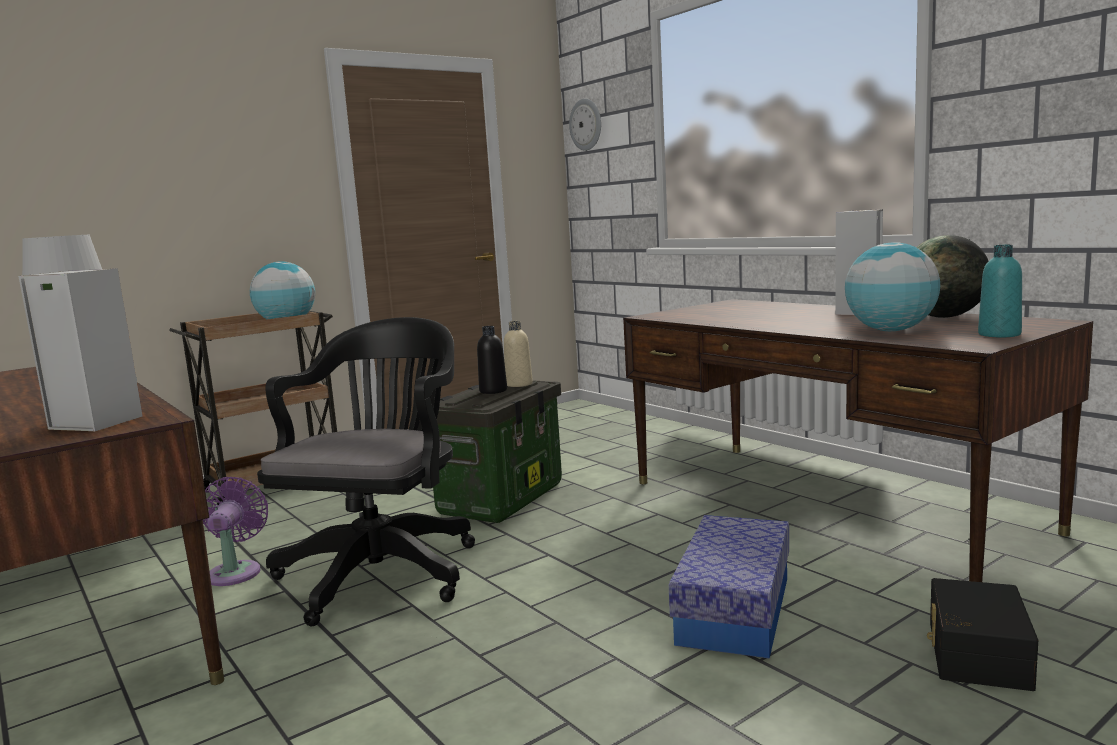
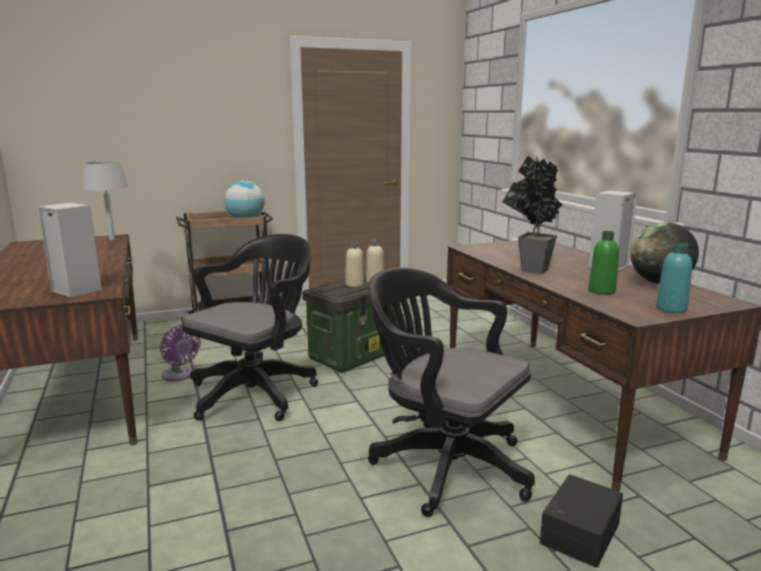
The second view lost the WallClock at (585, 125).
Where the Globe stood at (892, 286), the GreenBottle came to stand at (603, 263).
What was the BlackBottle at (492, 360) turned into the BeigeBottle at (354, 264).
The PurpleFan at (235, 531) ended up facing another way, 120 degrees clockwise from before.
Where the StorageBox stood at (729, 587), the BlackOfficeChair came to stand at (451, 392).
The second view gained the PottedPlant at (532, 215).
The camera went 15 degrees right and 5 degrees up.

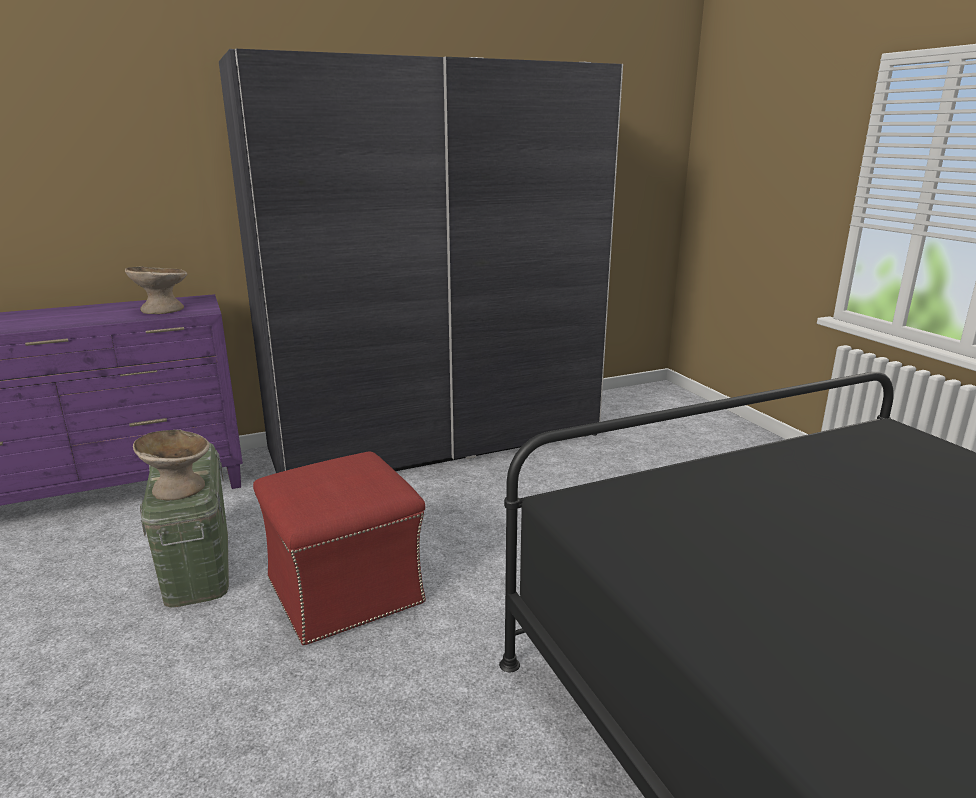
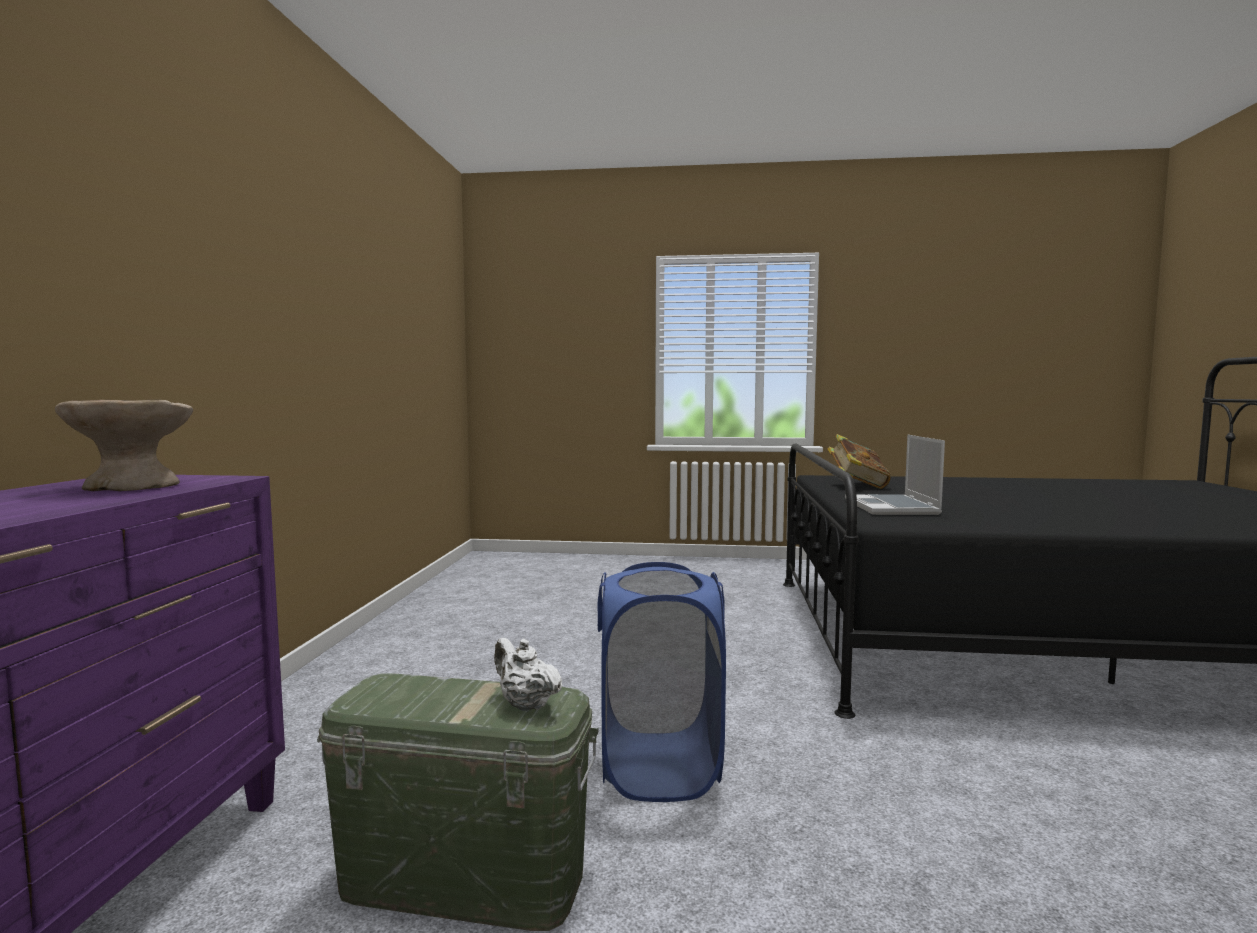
The second view lost the GreyWardrobe at (421, 260).
Where the BeigeBowl stood at (171, 465), the WhiteTeapot came to stand at (528, 674).
Where the RedOttoman stood at (339, 548), the BlueLaundryBasket came to stand at (662, 682).
The second view gained the Book at (859, 461).
The second view gained the Laptop at (895, 475).
The camera went 60 degrees left and 15 degrees down.

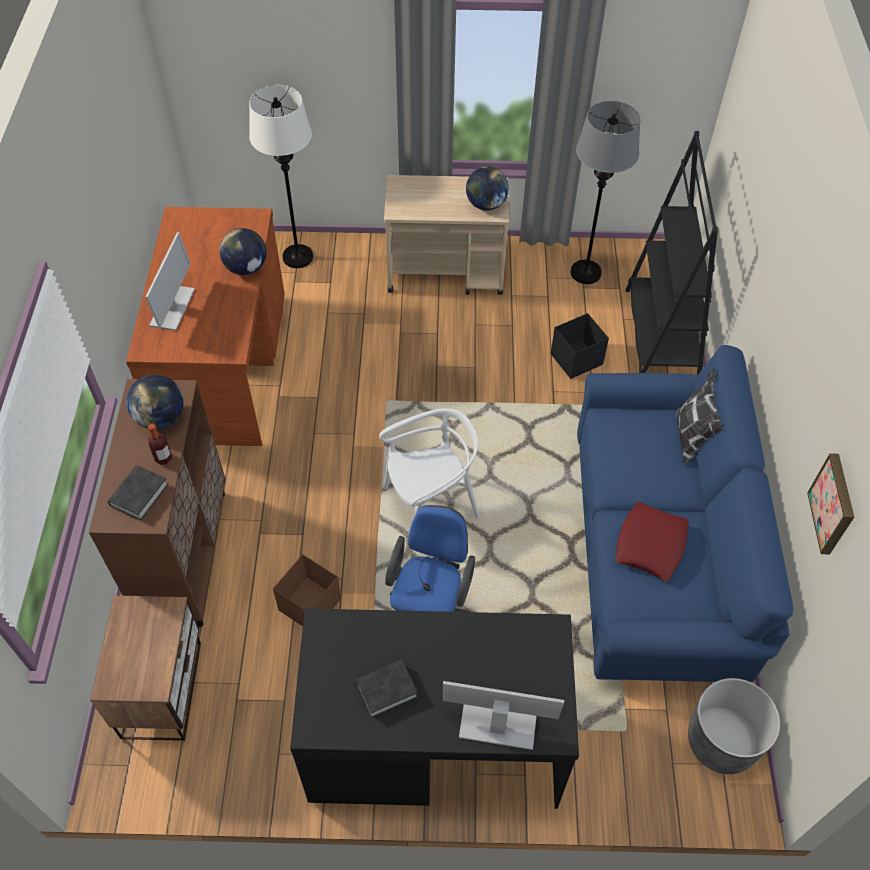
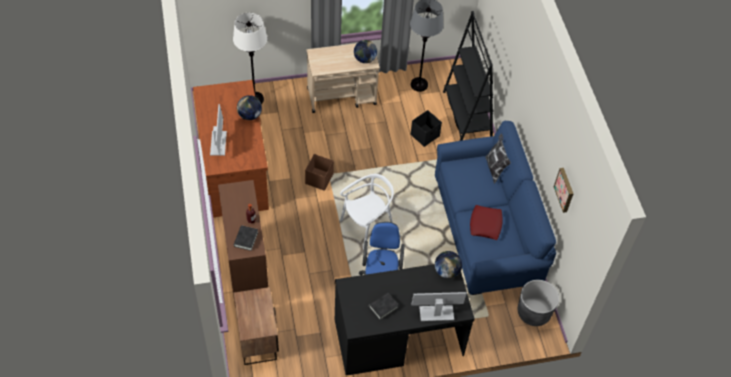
The Globe ended up elsewhere, having gone from (155, 401) to (448, 265).
The BrownStorageBox ended up elsewhere, having gone from (307, 590) to (319, 172).
The camera went 15 degrees left and 0 degrees up.

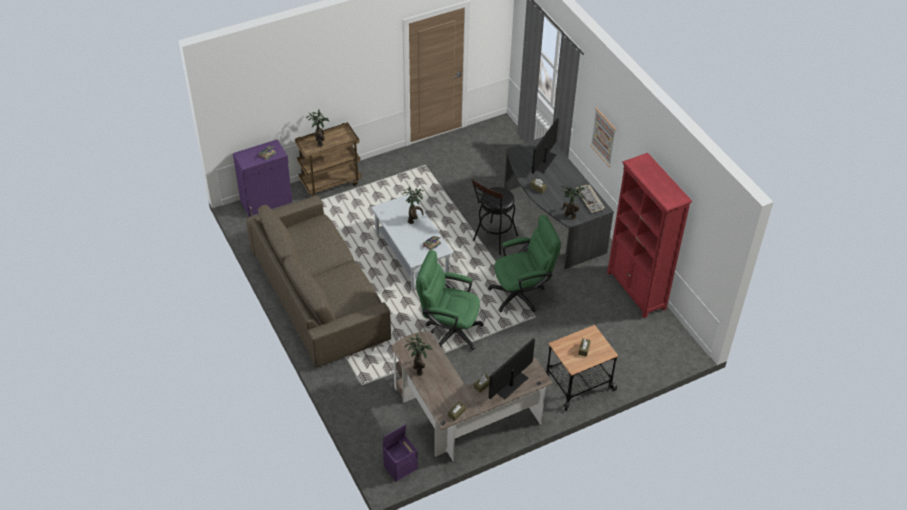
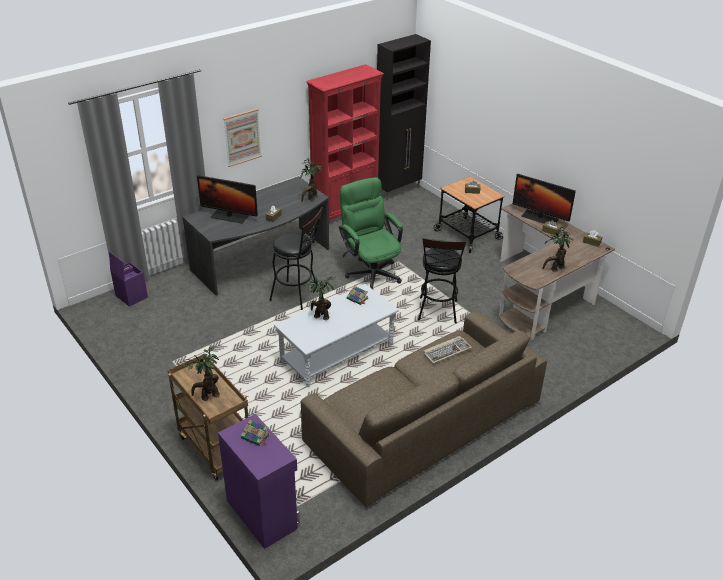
The Keyboard ended up elsewhere, having gone from (590, 198) to (447, 350).
Where the GreenOfficeChair stood at (450, 300), the BlackStool came to stand at (442, 280).
The PurpleStorageBox ended up elsewhere, having gone from (400, 453) to (128, 279).
The second view gained the BlackCabinet at (404, 117).
The camera went 100 degrees left and 10 degrees down.

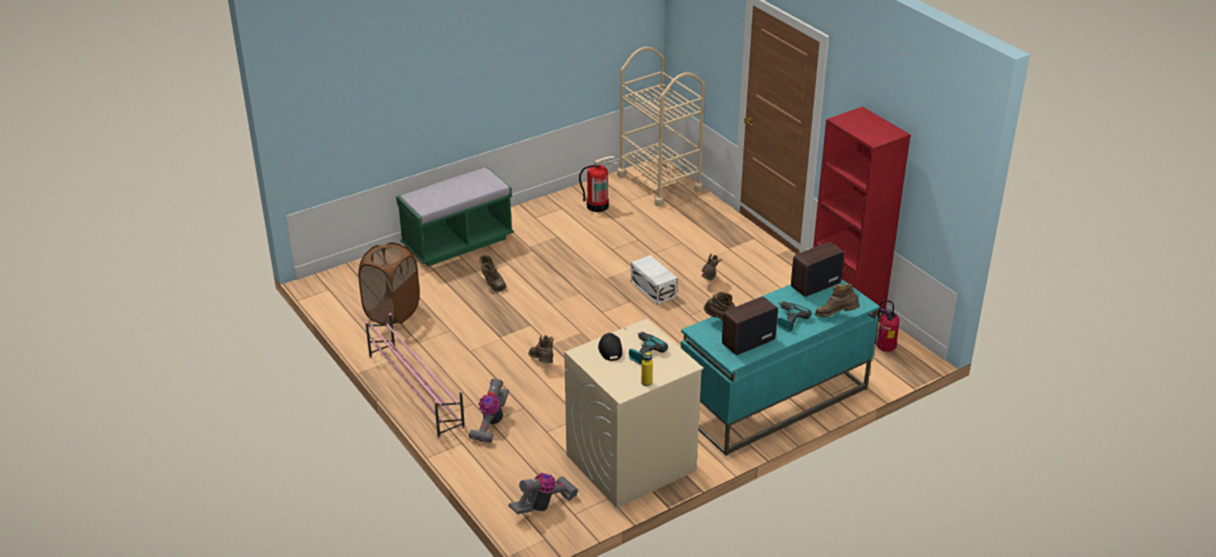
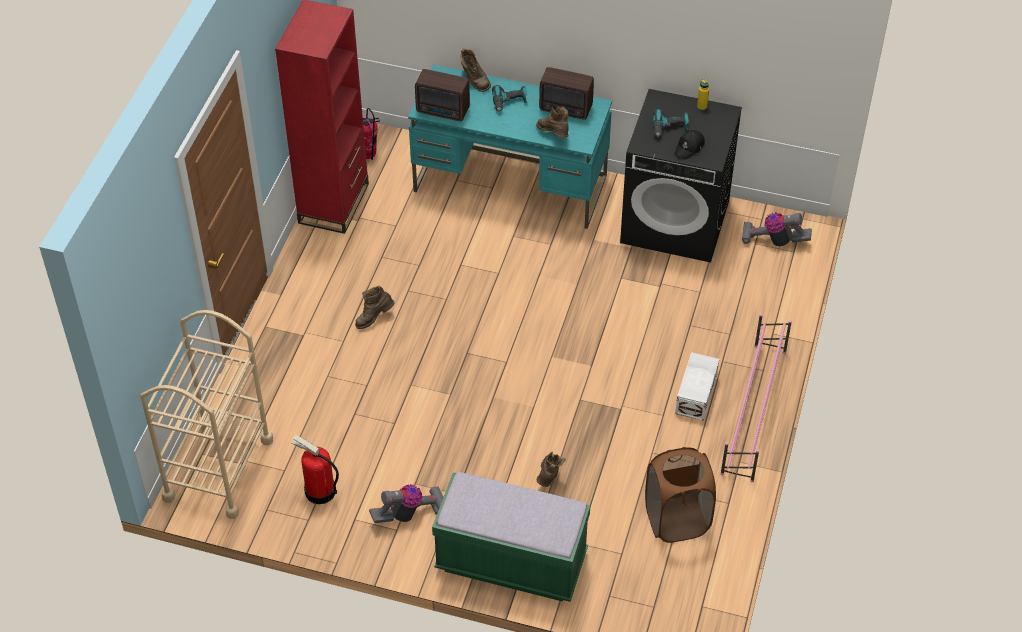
The WhiteStorageBox ended up elsewhere, having gone from (654, 280) to (697, 386).
What was the BeigeWashingMachine at (634, 413) turned into the BlackWashingMachine at (681, 176).
The second view lost the BrownBoot at (541, 349).
The VacuumCleaner ended up elsewhere, having gone from (488, 411) to (406, 503).
The camera went 130 degrees left and 15 degrees up.

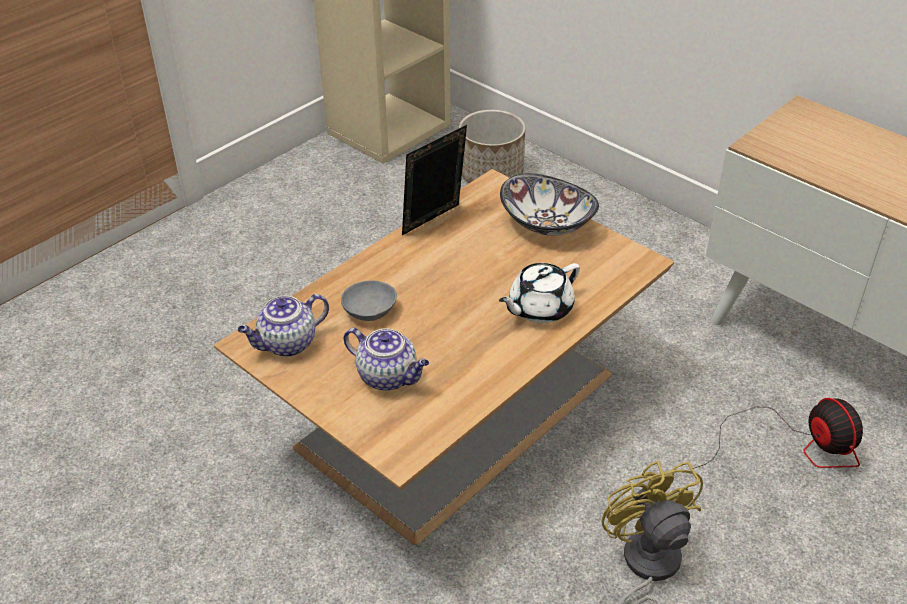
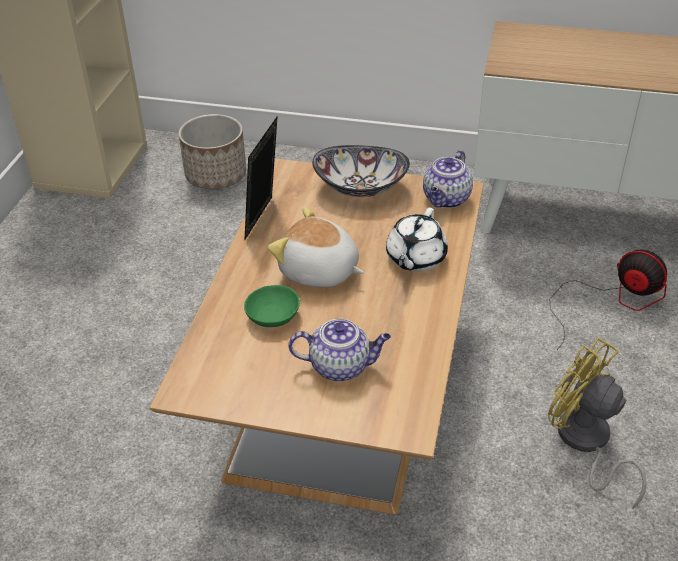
What was the GreyBowl at (369, 300) turned into the GreenBowl at (272, 306).
The Teapot ended up elsewhere, having gone from (283, 325) to (448, 179).
The second view gained the PlushToy at (316, 247).
The camera went 30 degrees left and 0 degrees up.

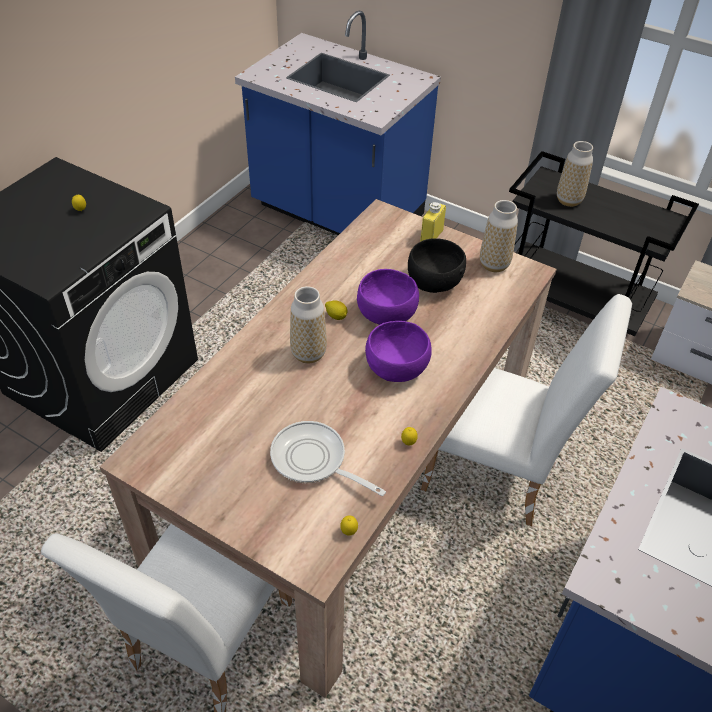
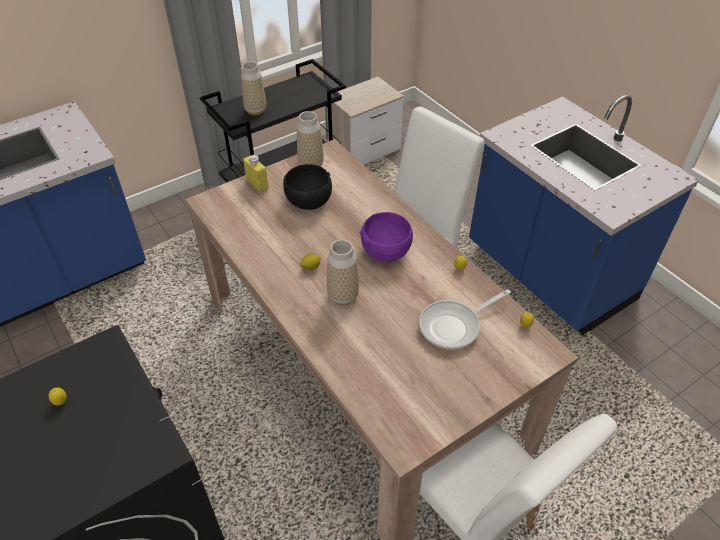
The second view lost the PurpleBowl at (388, 297).
The camera went 65 degrees left and 0 degrees up.

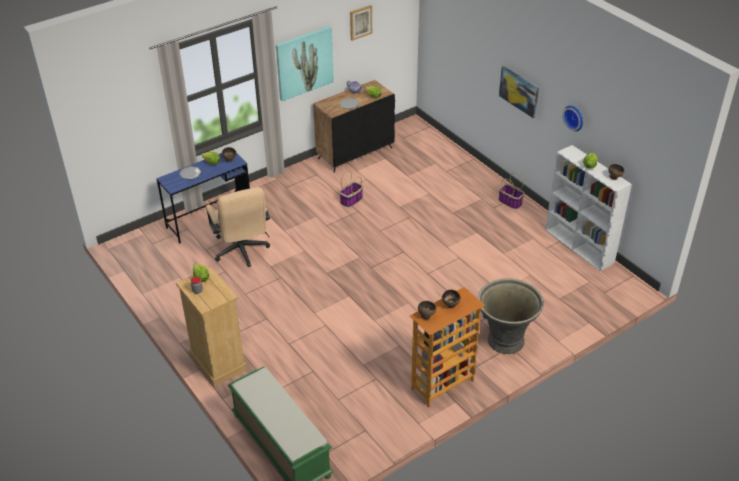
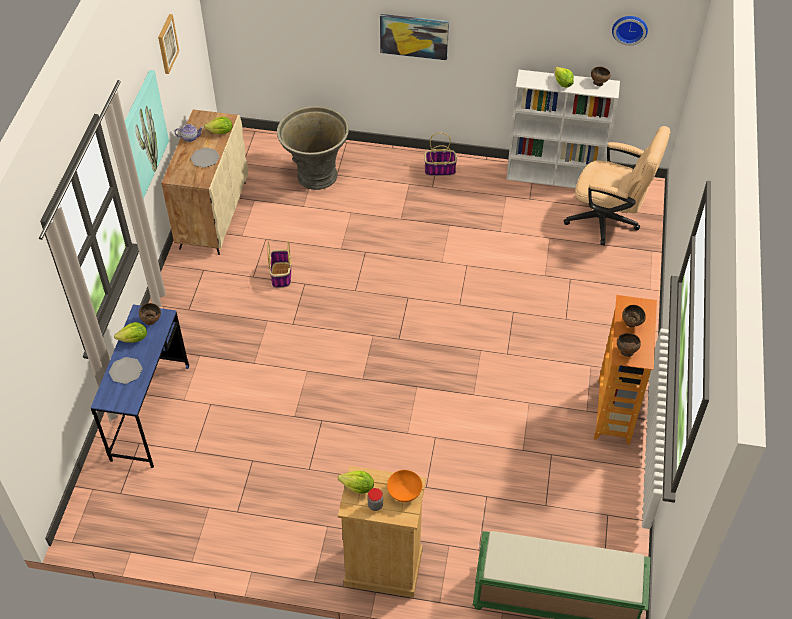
What was the BlackCabinet at (354, 126) turned into the BeigeCabinet at (204, 182).
The WallClock ended up elsewhere, having gone from (573, 118) to (630, 31).
The BeigeOfficeChair ended up elsewhere, having gone from (238, 227) to (617, 185).
The GreyPlanter ended up elsewhere, having gone from (511, 316) to (313, 148).
The second view gained the OrangeBowl at (404, 486).
The camera went 45 degrees left and 10 degrees up.

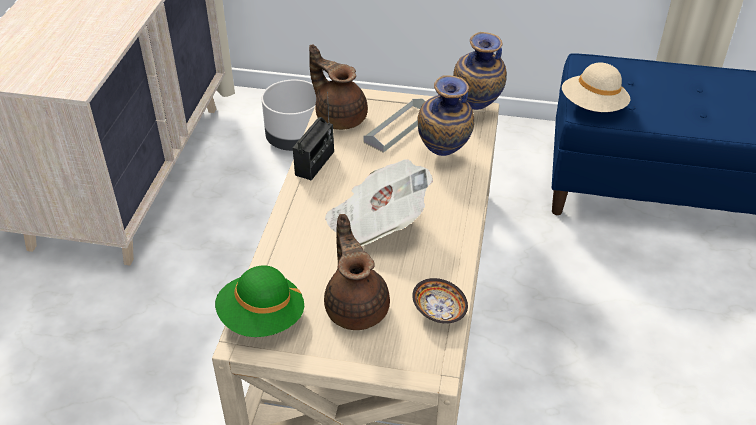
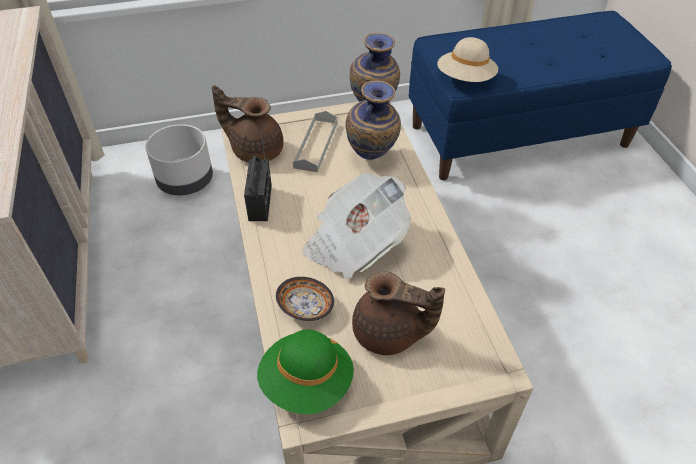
The BrownTeapot at (357, 272) ended up facing another way, 150 degrees clockwise from before.
The Bowl ended up elsewhere, having gone from (440, 300) to (305, 299).
The camera went 25 degrees left and 5 degrees up.

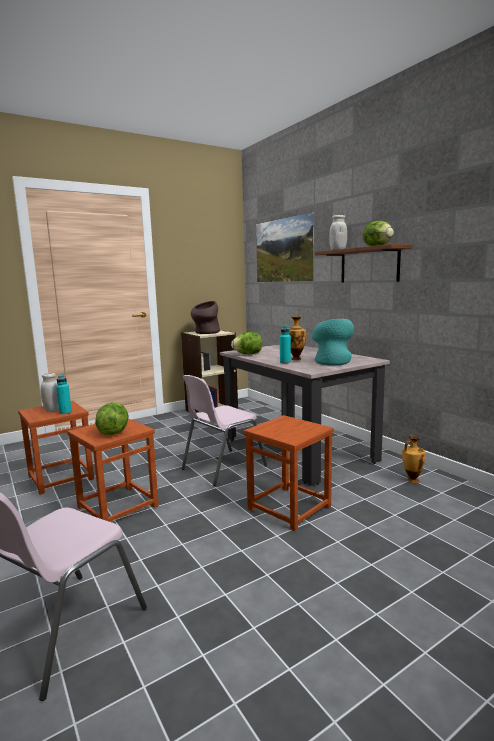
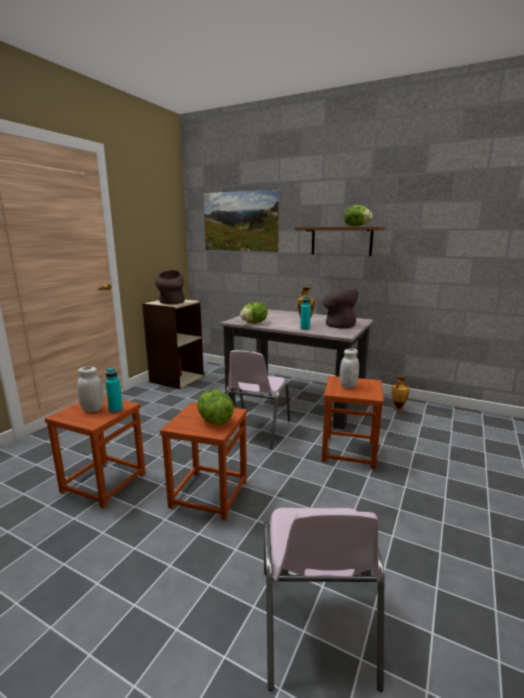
The WhiteJar ended up elsewhere, having gone from (338, 232) to (349, 368).
What was the TurquoiseVase at (332, 342) turned into the BrownVase at (340, 308).
The camera went 30 degrees left and 5 degrees up.

